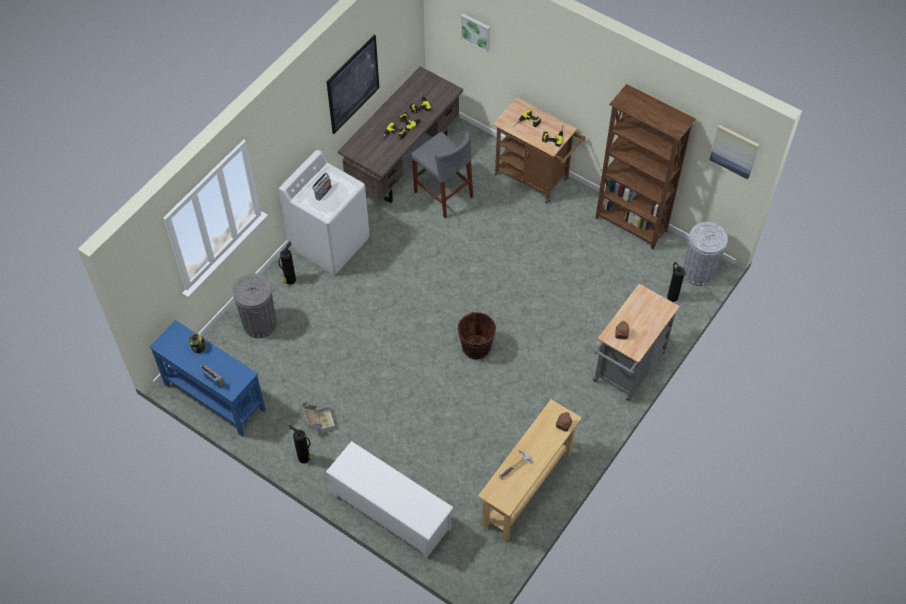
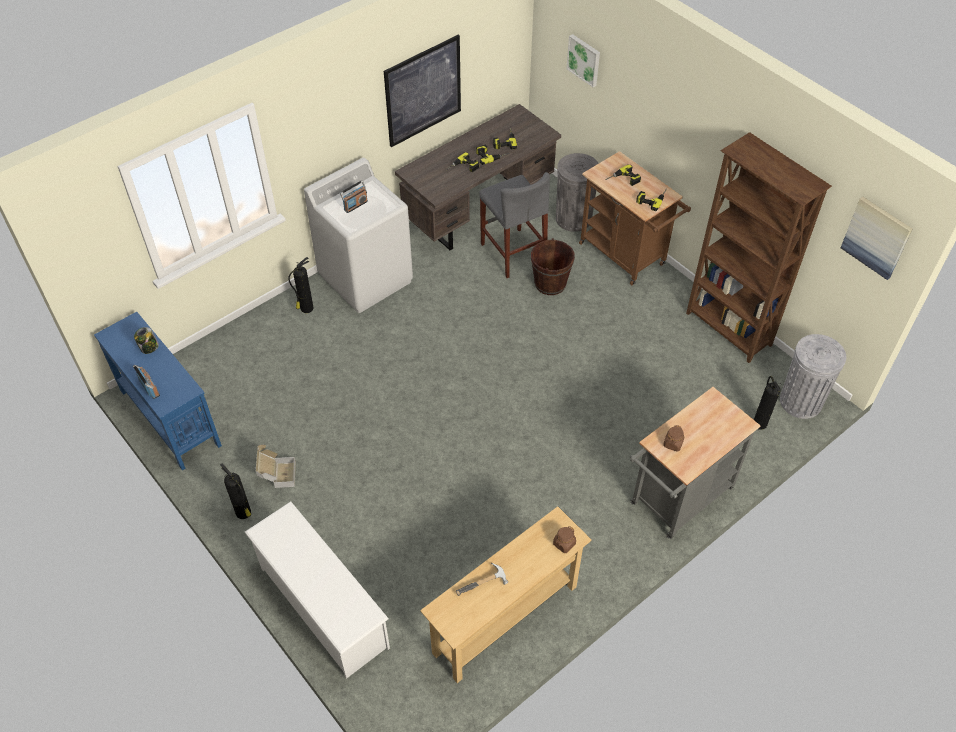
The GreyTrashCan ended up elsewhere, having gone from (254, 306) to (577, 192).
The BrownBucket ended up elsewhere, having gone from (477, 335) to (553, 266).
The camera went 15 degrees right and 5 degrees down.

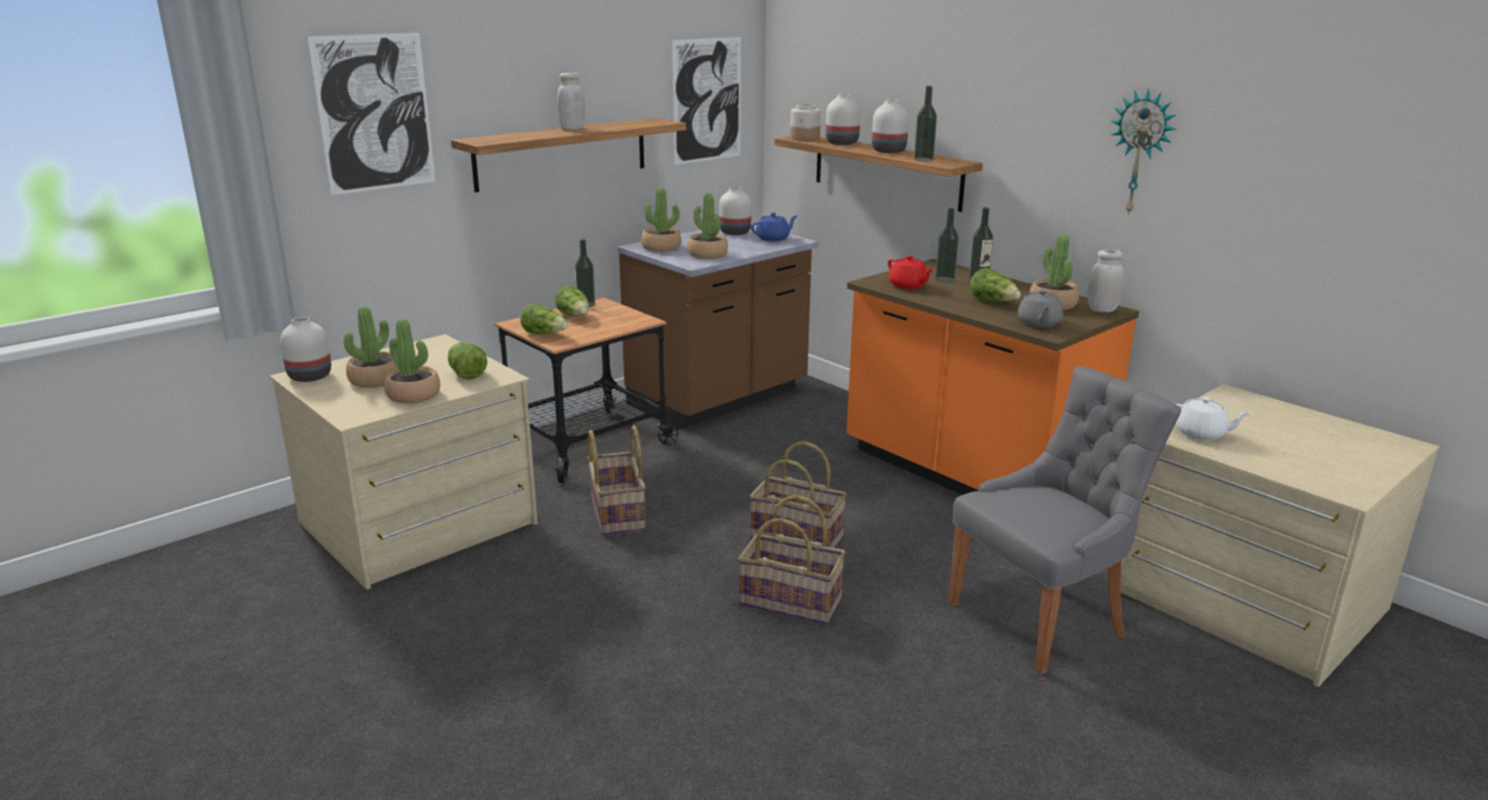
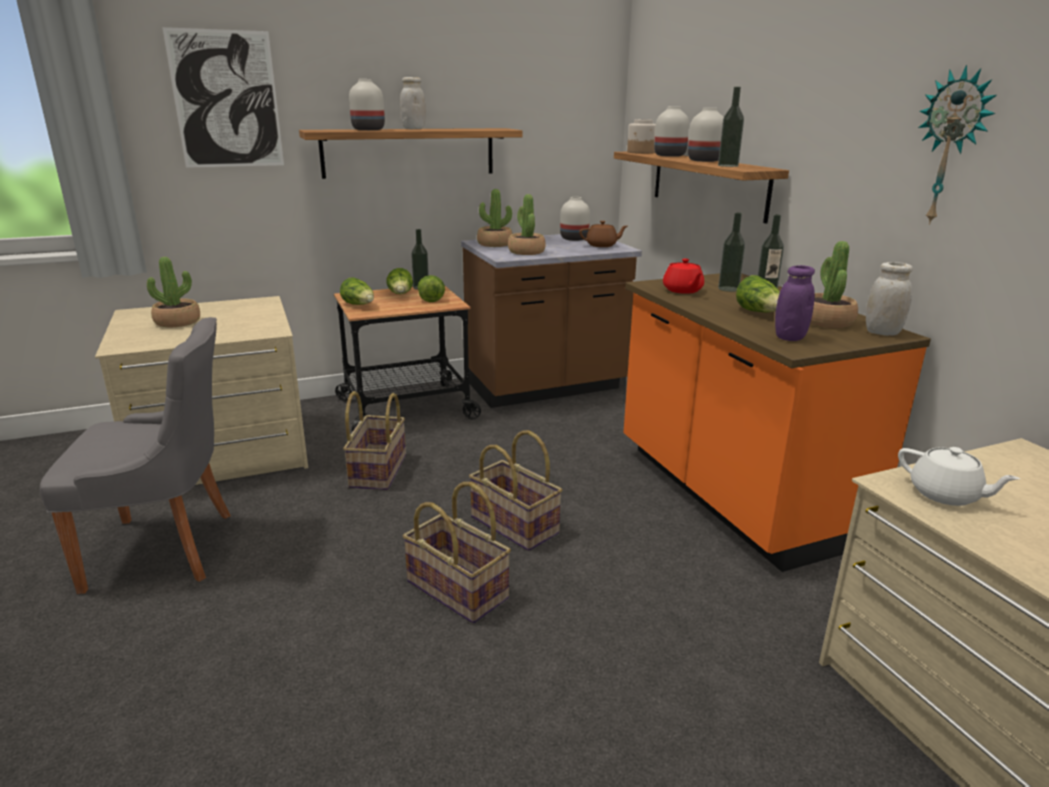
The second view lost the Picture at (706, 101).
What was the BlueTeapot at (774, 227) turned into the BrownTeapot at (603, 234).
Where the GreyTeapot stood at (1040, 308), the PurpleJar came to stand at (795, 303).
The WhiteVase ended up elsewhere, having gone from (305, 349) to (367, 104).
The second view lost the PottedPlant at (412, 361).
The Lettuce ended up elsewhere, having gone from (467, 361) to (431, 288).
The GreyChair ended up elsewhere, having gone from (1065, 520) to (135, 455).
The camera went 20 degrees right and 0 degrees up.

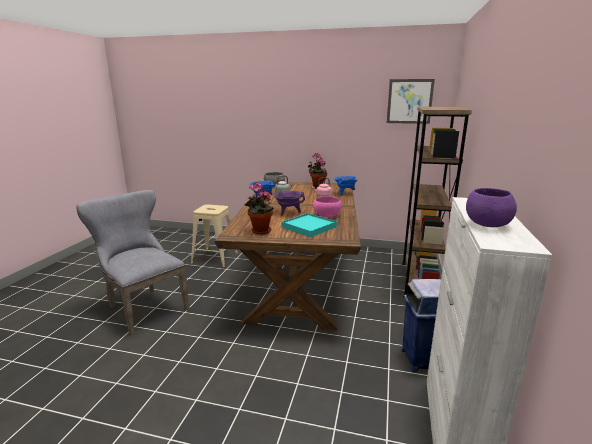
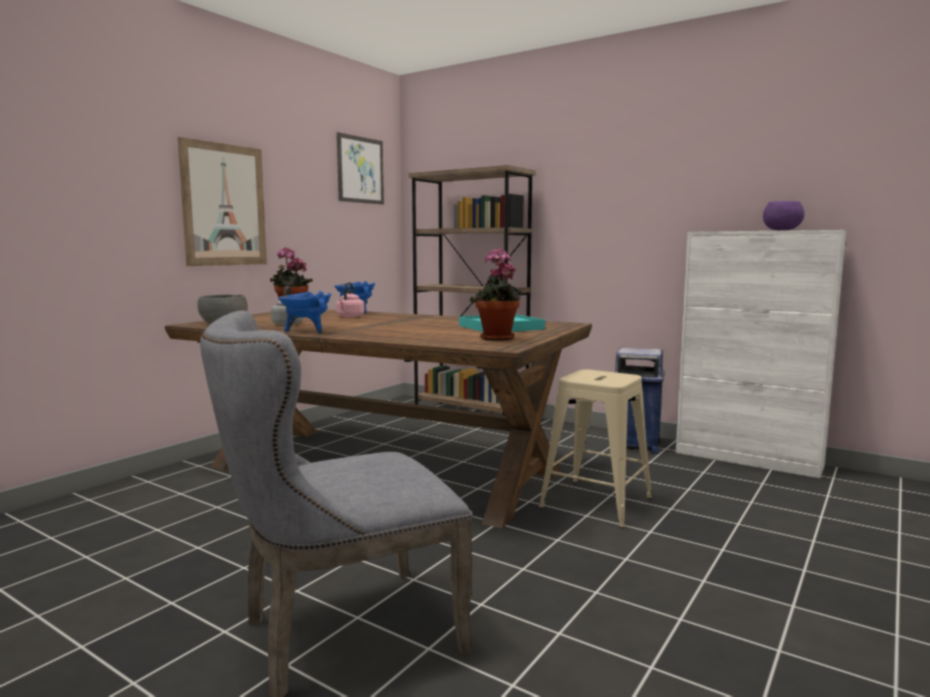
The second view lost the PurpleCookingPot at (289, 203).
The second view lost the PinkBowl at (327, 206).
The BeigeStool ended up elsewhere, having gone from (214, 236) to (595, 448).
The second view gained the Picture at (222, 201).
The camera went 70 degrees left and 10 degrees down.

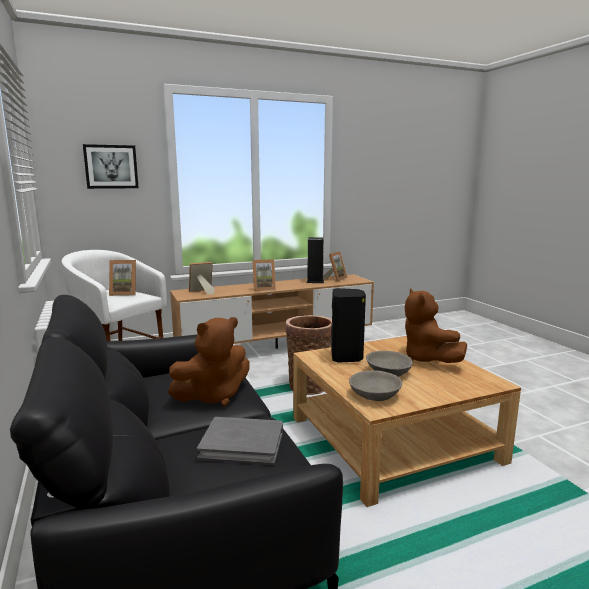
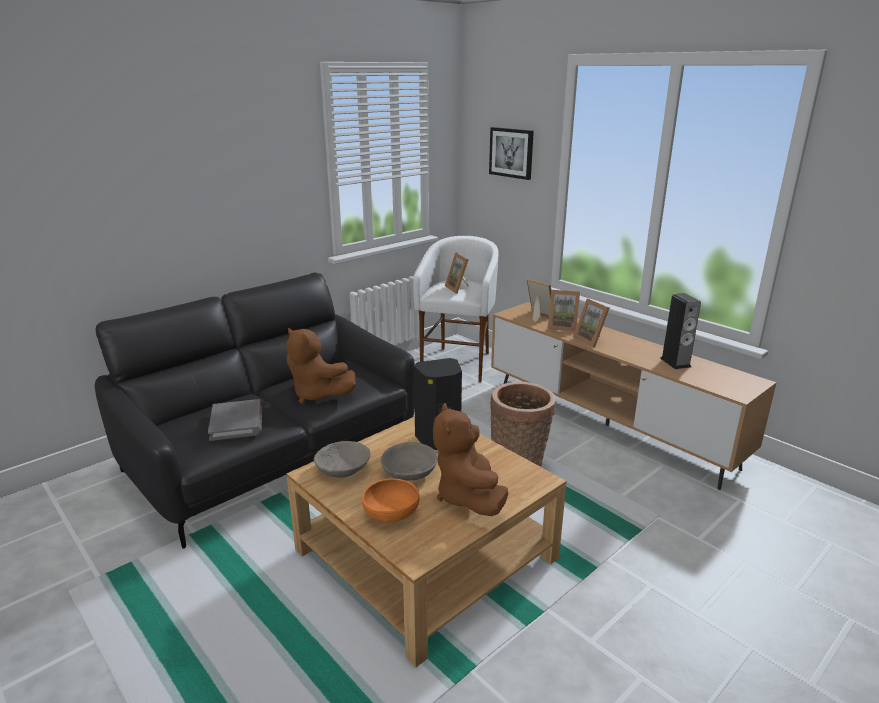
The PictureFrame ended up elsewhere, having gone from (335, 266) to (564, 311).
The BrownPlushToy at (436, 326) ended up facing another way, 60 degrees counterclockwise from before.
The second view gained the OrangeBowl at (391, 500).
The camera went 70 degrees right and 10 degrees up.

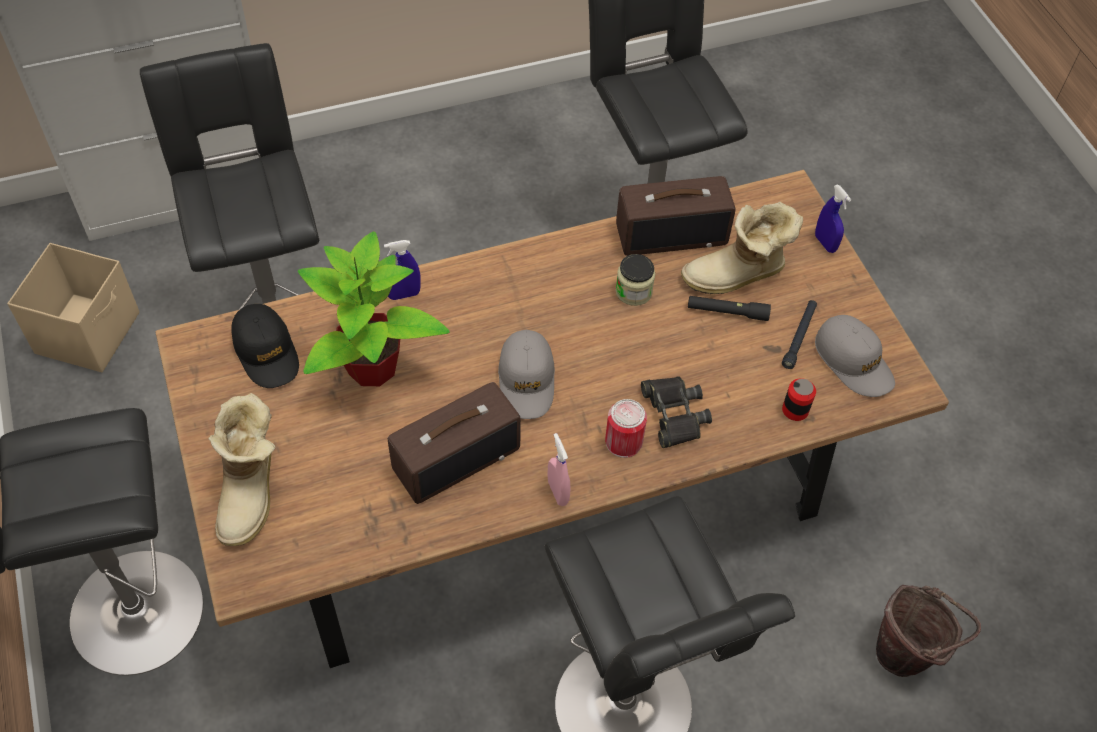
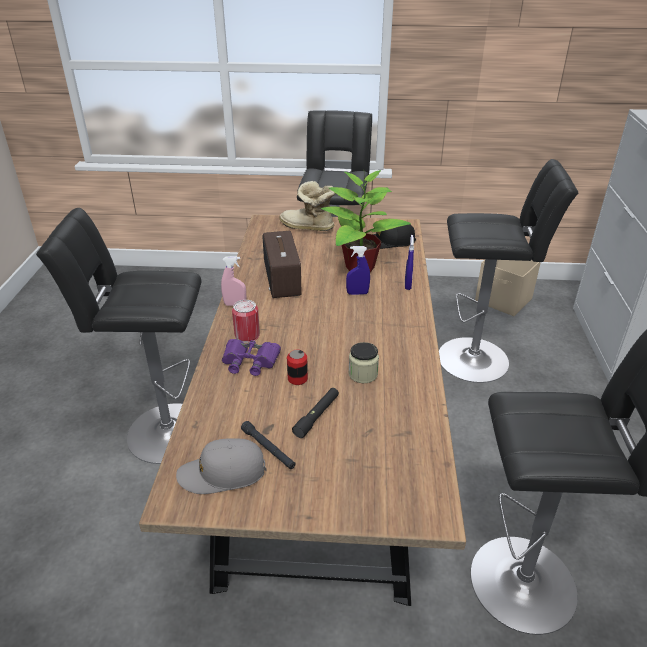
The second view lost the Radio at (676, 216).
The BlueSprayBottle ended up elsewhere, having gone from (833, 219) to (358, 270).
The second view lost the Boot at (742, 248).
The second view lost the GreyCap at (526, 374).
What was the BlackBinoculars at (676, 412) turned into the PurpleBinoculars at (251, 357).
The Can ended up elsewhere, having gone from (799, 399) to (297, 367).
The second view lost the BrownBucket at (928, 631).
The camera went 115 degrees right and 20 degrees down.

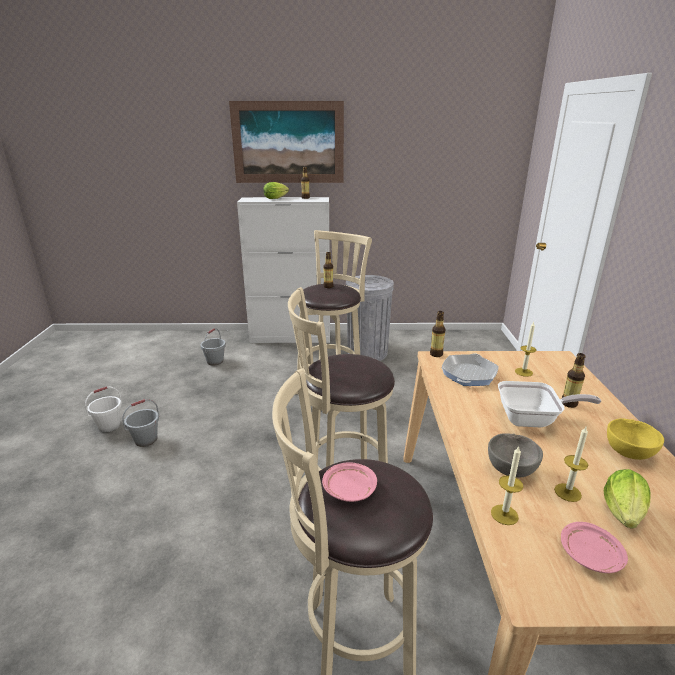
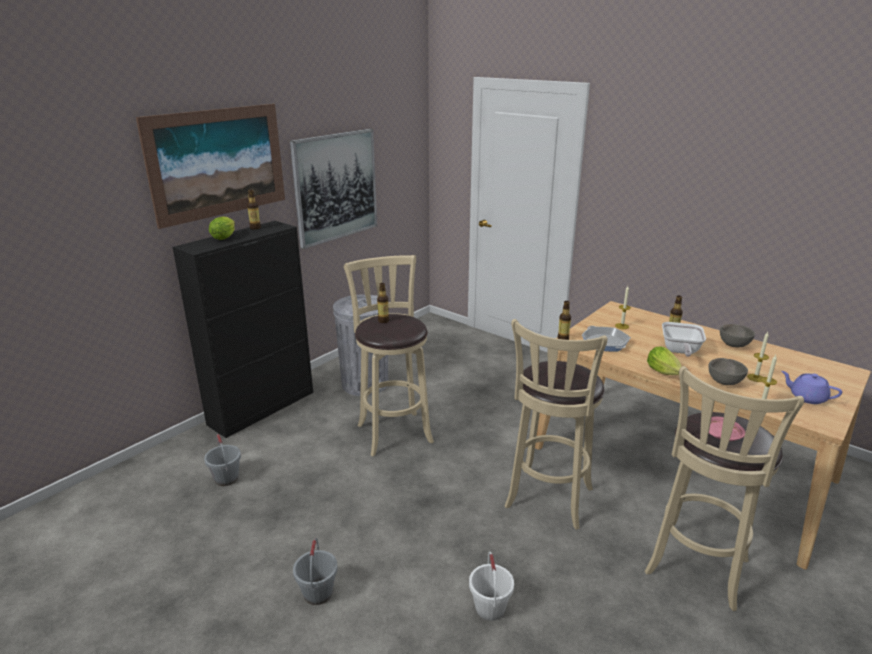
What was the WhiteCabinet at (283, 270) turned into the BlackCabinet at (242, 329).
The FryingPan at (549, 404) ended up facing another way, 150 degrees clockwise from before.
The WhiteBucket ended up elsewhere, having gone from (103, 409) to (491, 586).
What was the YellowBowl at (635, 439) turned into the GreyBowl at (737, 335).
The Lettuce ended up elsewhere, having gone from (627, 499) to (664, 361).
Where the PinkPlate stood at (594, 547), the PurpleTeapot came to stand at (811, 387).
The second view gained the Picture at (333, 189).
The camera went 50 degrees left and 0 degrees up.

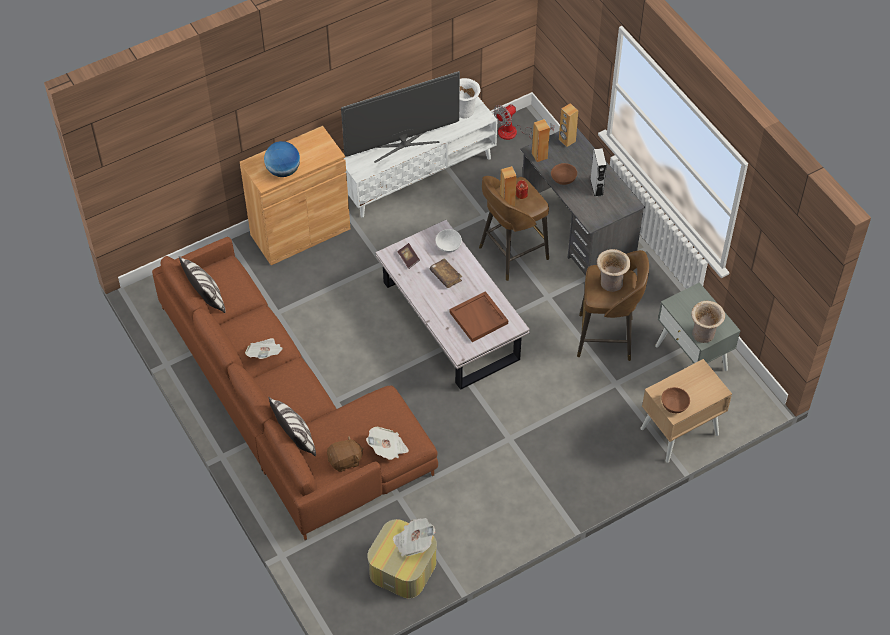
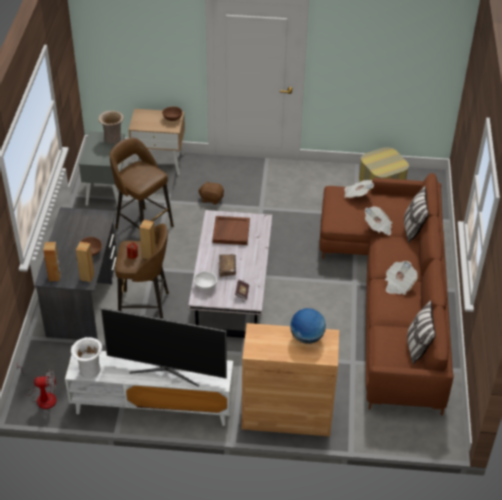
The second view lost the GreySpeaker at (598, 172).
The second view lost the BeigeVase at (613, 270).
The BrownPlushToy ended up elsewhere, having gone from (345, 454) to (211, 193).
The Newspaper ended up elsewhere, having gone from (414, 537) to (378, 220).
The camera went 145 degrees left and 10 degrees down.

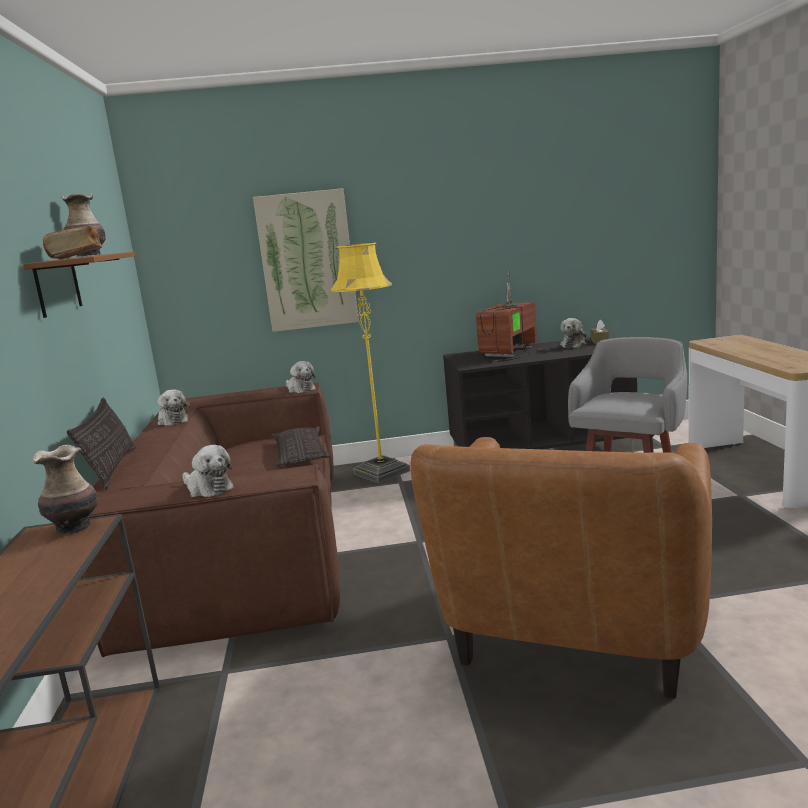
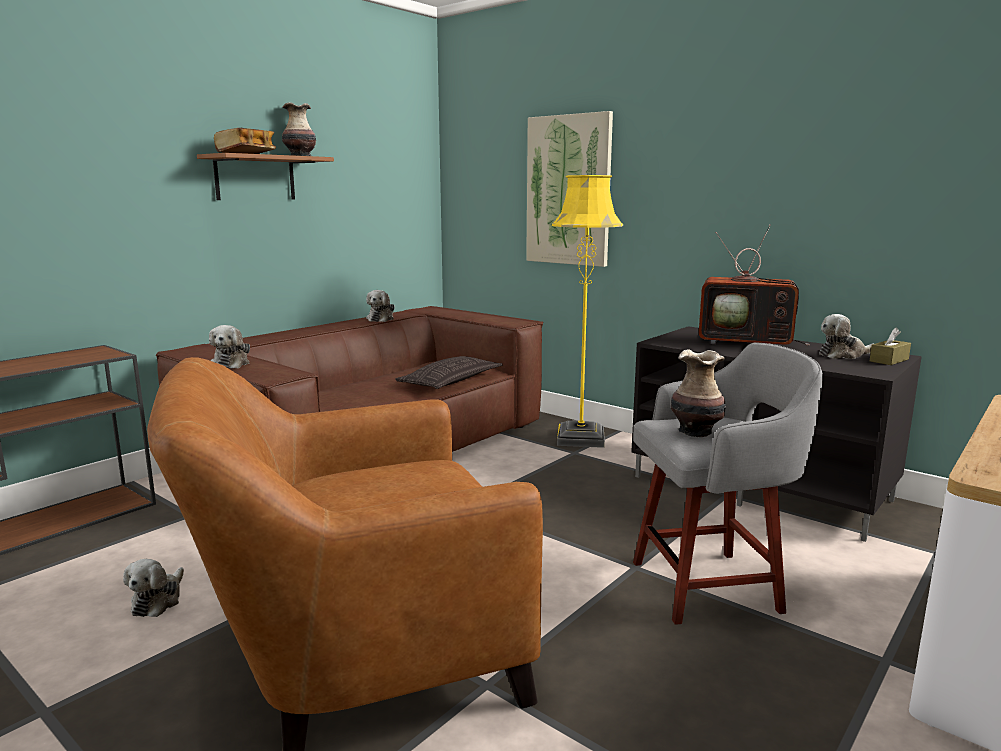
The Television at (508, 314) ended up facing another way, 150 degrees counterclockwise from before.
The PlushToy ended up elsewhere, having gone from (301, 377) to (153, 588).
The second view lost the Pillow at (101, 443).
The Vase ended up elsewhere, having gone from (65, 490) to (698, 393).
The camera went 45 degrees right and 0 degrees up.

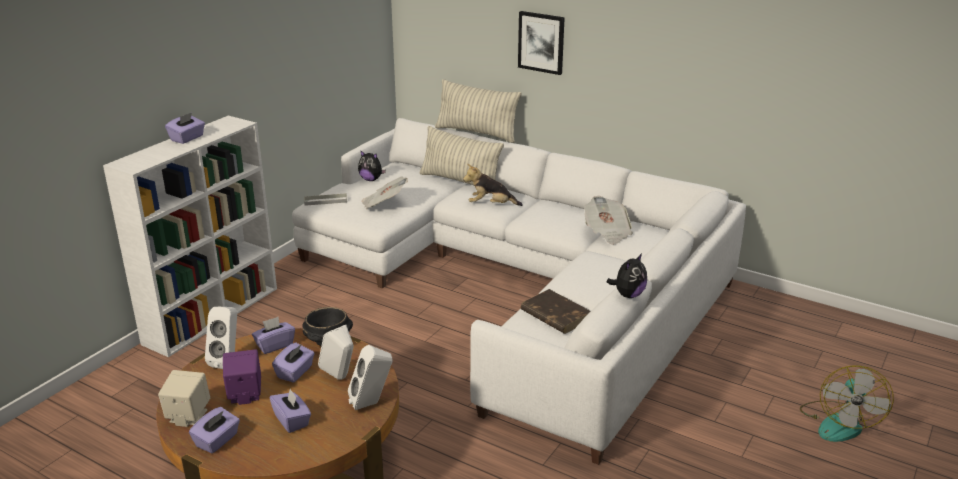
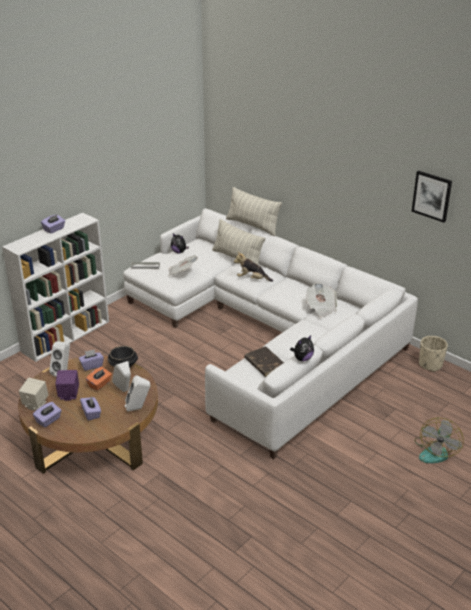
The Picture ended up elsewhere, having gone from (541, 43) to (431, 197).
What was the PurpleTissueBox at (293, 362) turned into the OrangeTissueBox at (99, 379).
The second view gained the BeigePlanter at (433, 354).
The camera went 10 degrees right and 5 degrees up.

